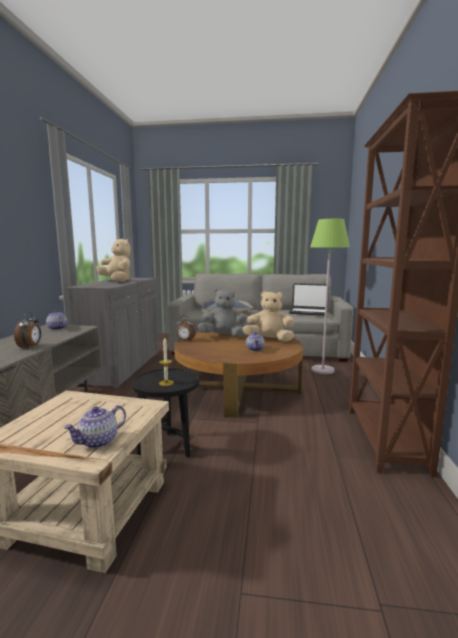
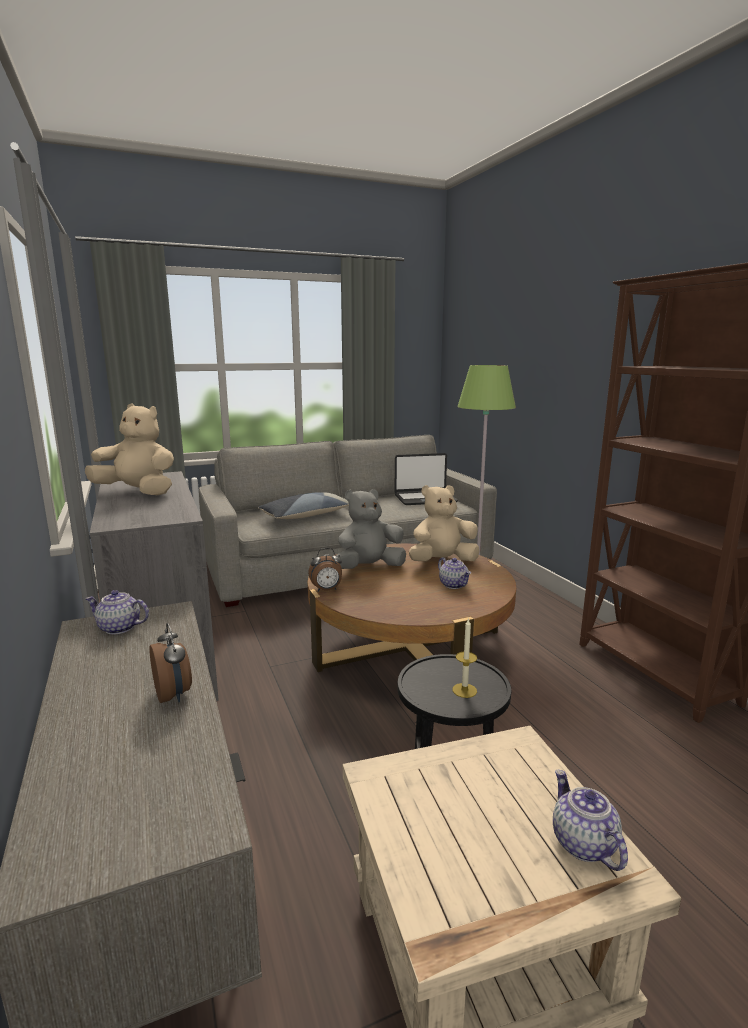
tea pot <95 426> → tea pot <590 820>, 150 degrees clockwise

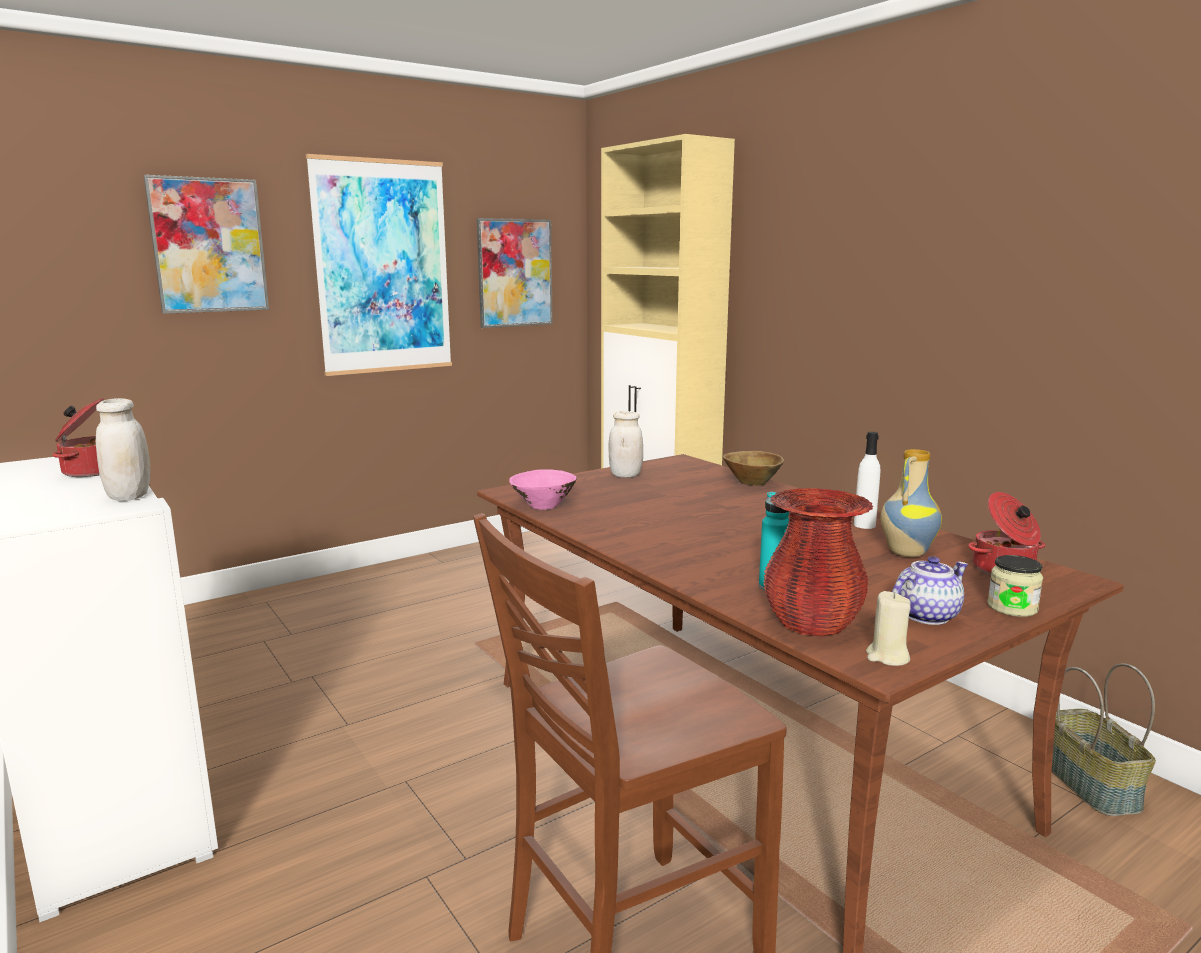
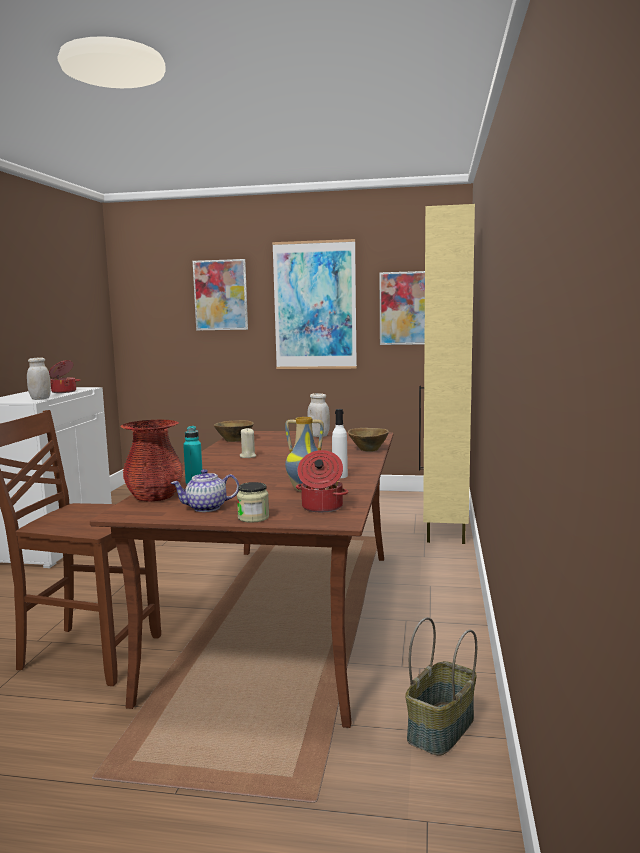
sand-coloured candle <888 628> → sand-coloured candle <247 443>, move
pinkish bowl <543 489> → brown-coloured bowl <234 431>
tea pot <930 590> → tea pot <205 490>, 150 degrees clockwise

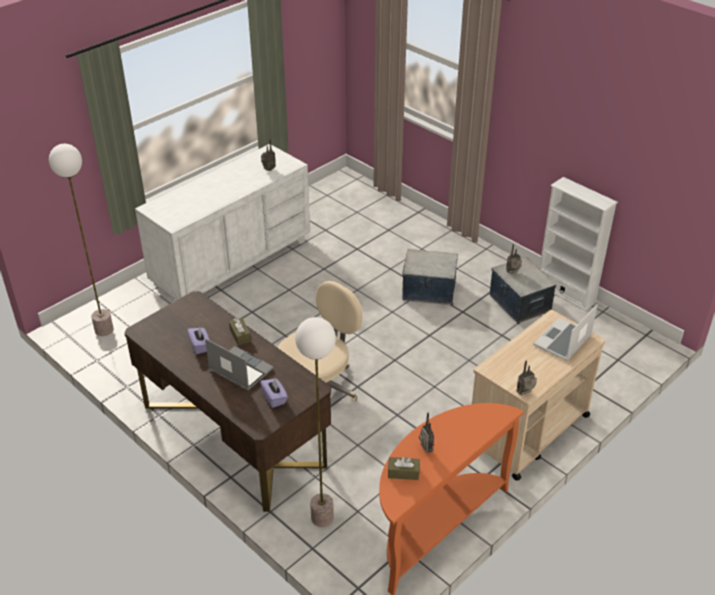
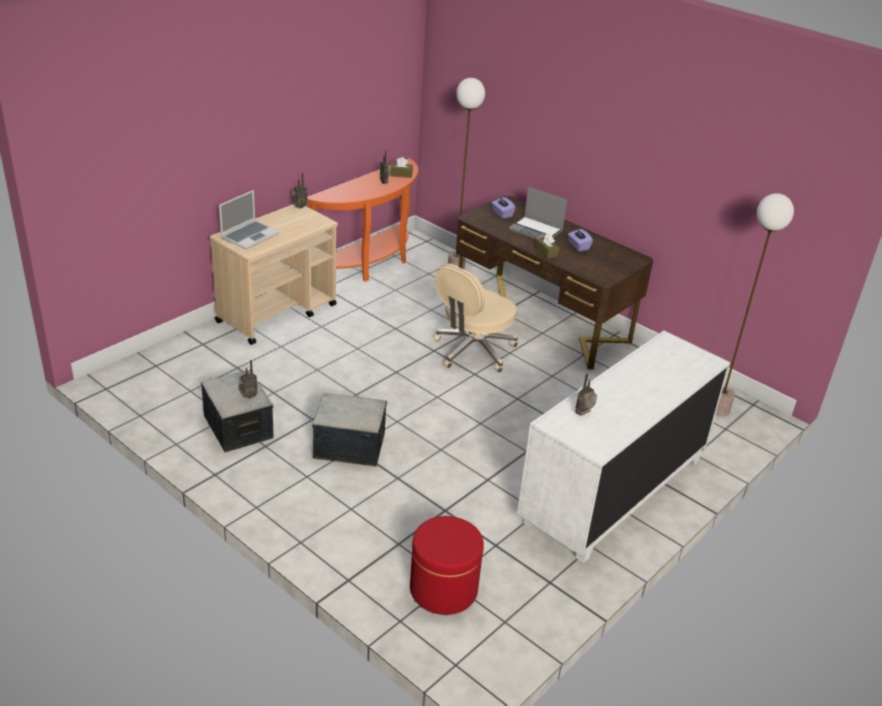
white bookshelf <578 244> → -
- → red-coloured pouffe <447 565>

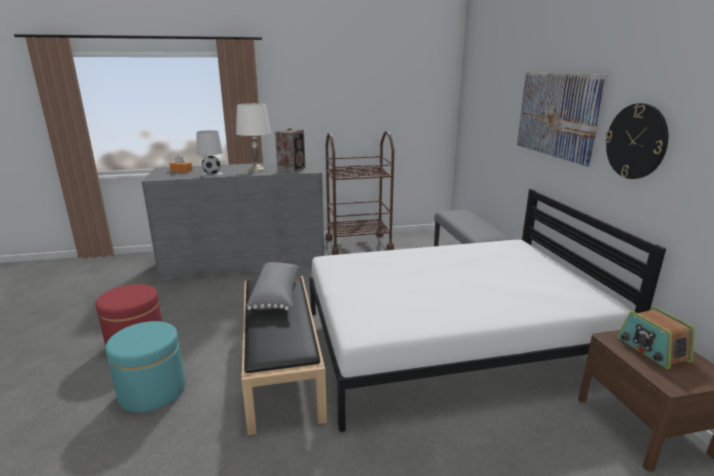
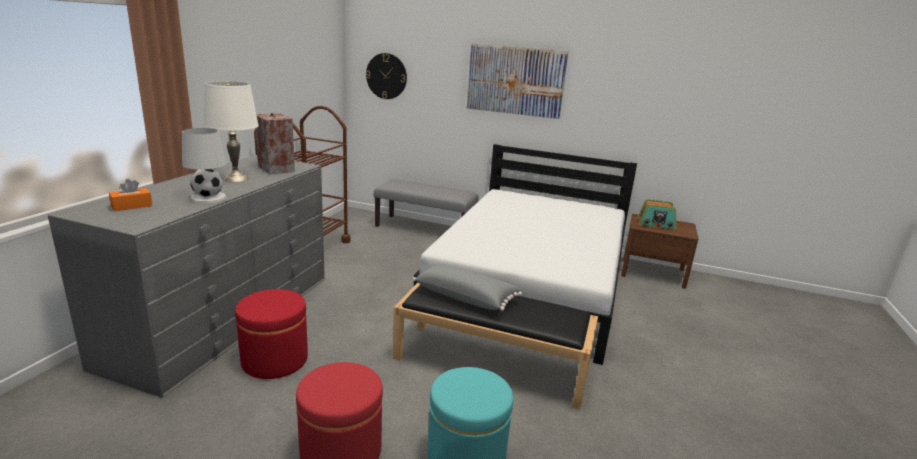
- → red-coloured pouffe <271 334>
clock on the wall <637 141> → clock on the wall <386 76>, move

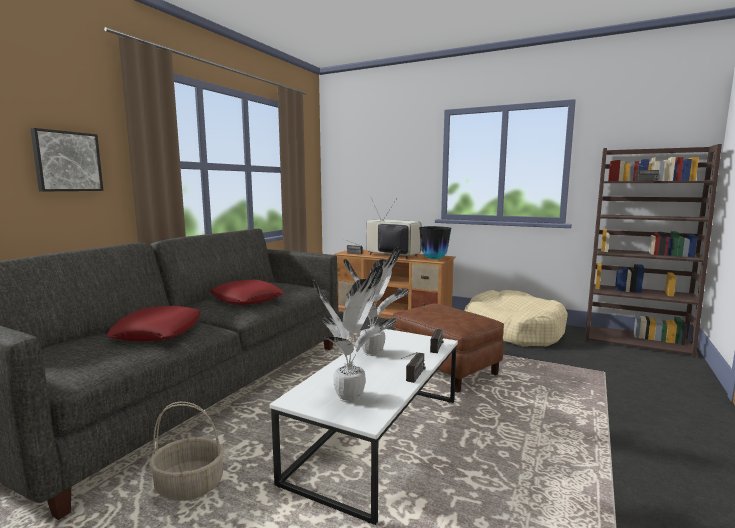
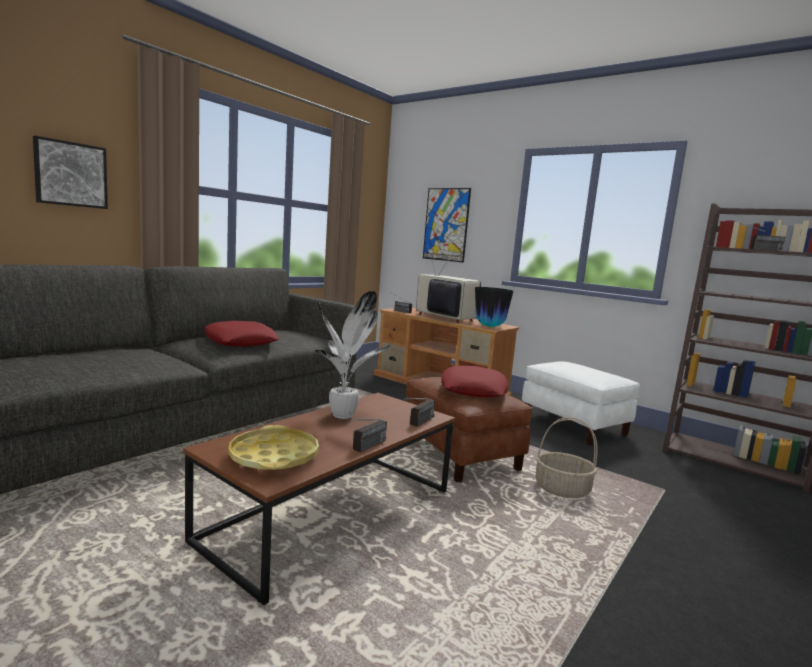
- → wall art <447 225>
red-coloured throw pillow <153 323> → red-coloured throw pillow <474 381>, move
storage basket <186 451> → storage basket <567 457>, move
potted plant <354 334> → yellowish serving tray <273 447>
sand-coloured pet bed <516 318> → white pouffe <581 403>
white low table <364 427> → brown-coloured low table <319 499>

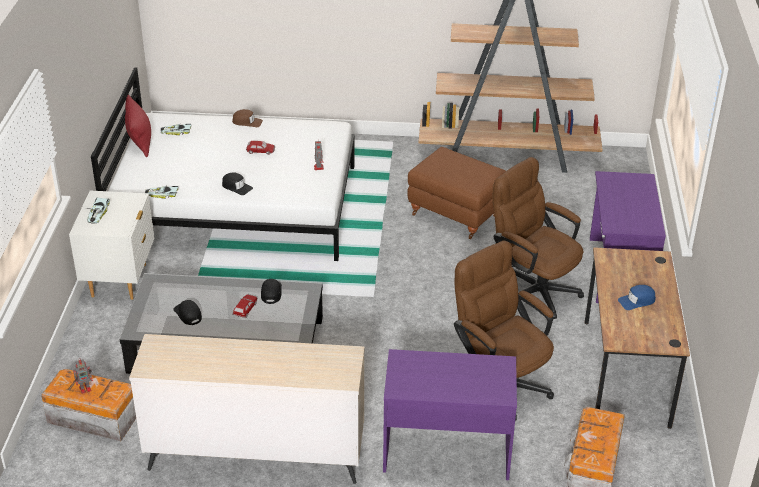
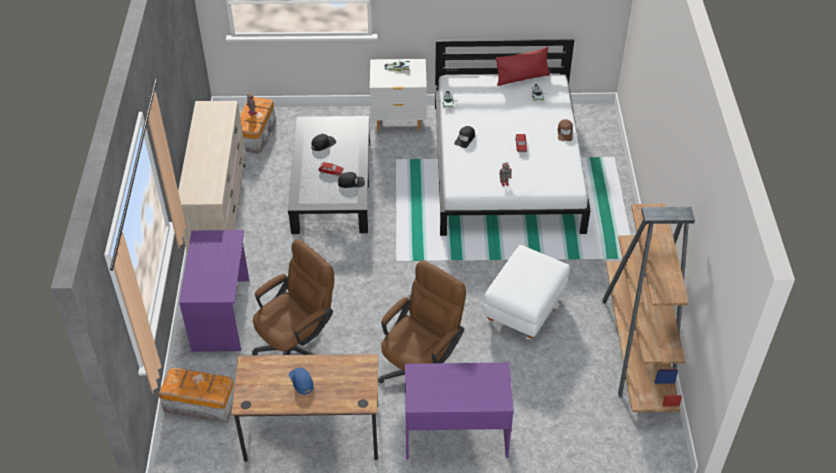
brown-coloured pouffe <456 193> → white pouffe <526 292>

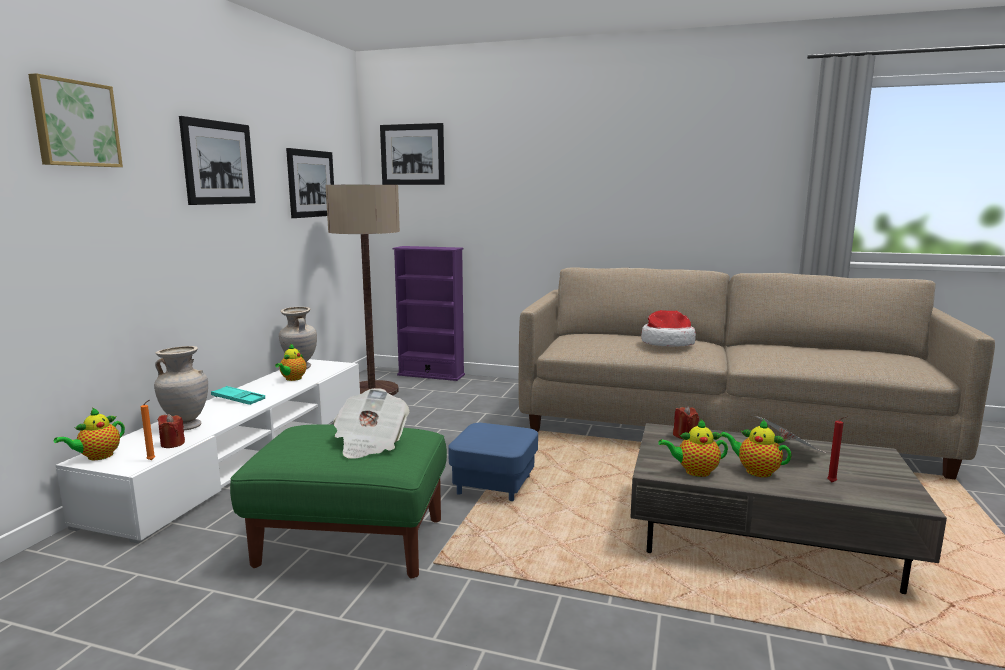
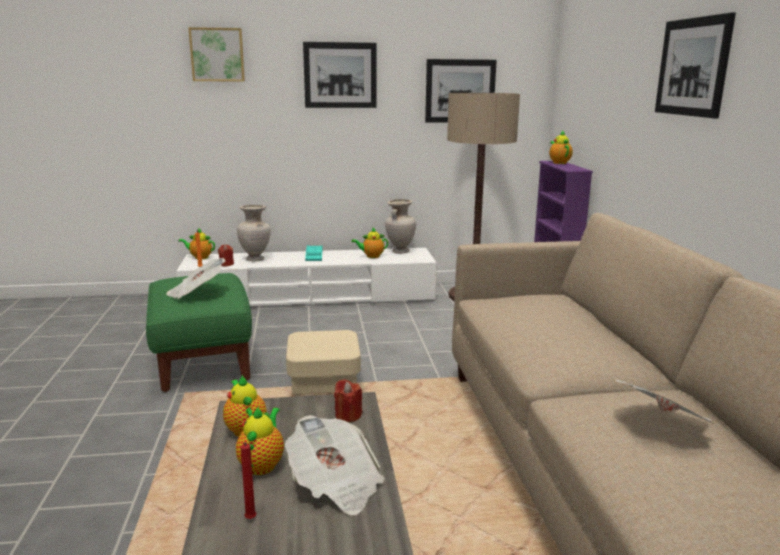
clothing hat <668 328> → -
- → tea pot <561 147>
- → printed paper <665 402>
wall art <412 154> → wall art <695 65>, move
blue pouffe <493 462> → sand-coloured pouffe <323 363>

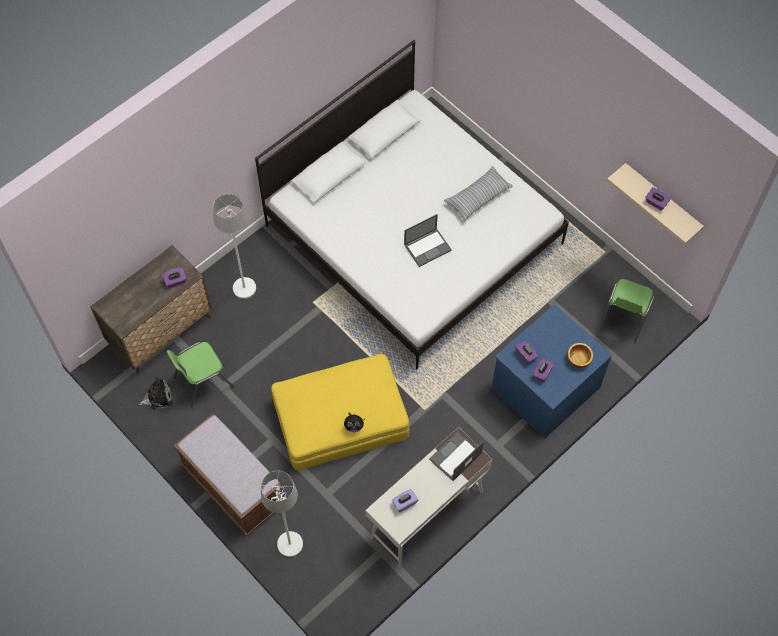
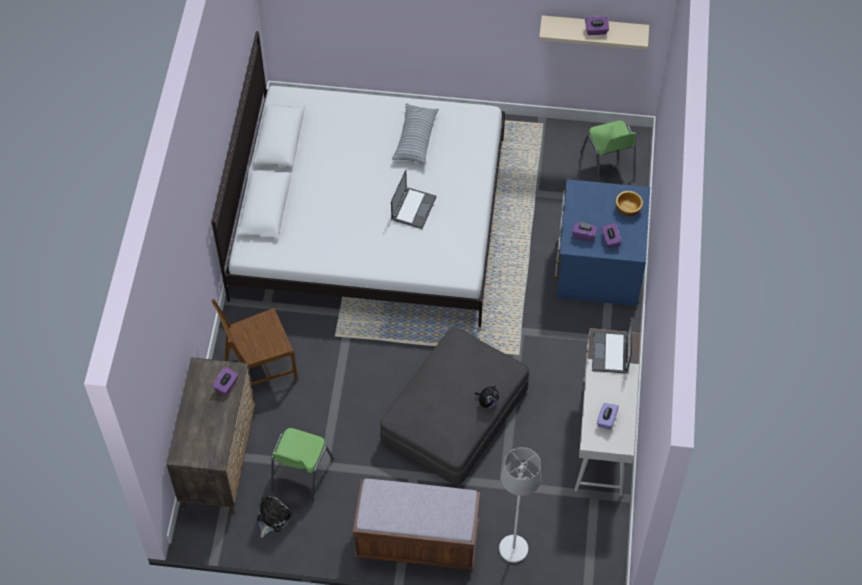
white floor lamp <234 246> → brown-coloured chair <254 342>
yellowish pouffe <340 412> → gray pouffe <454 406>

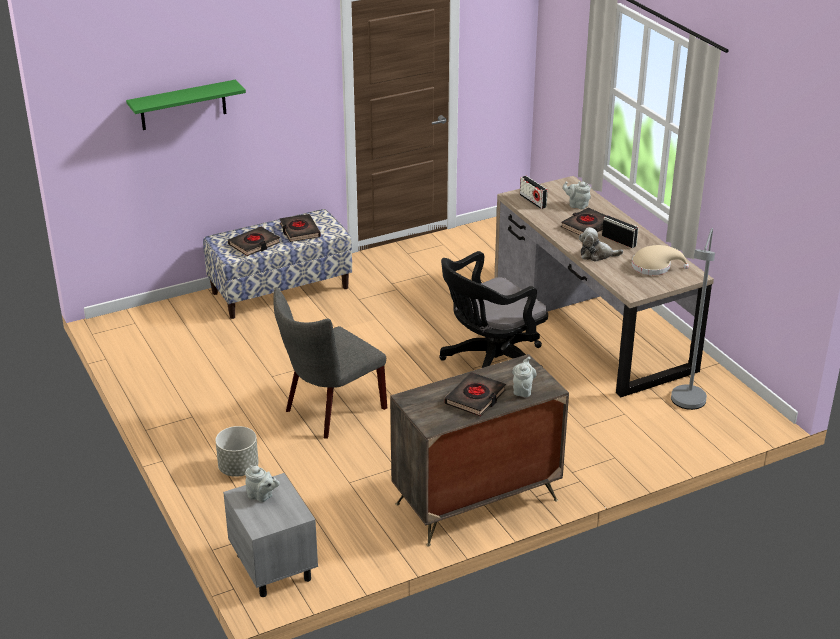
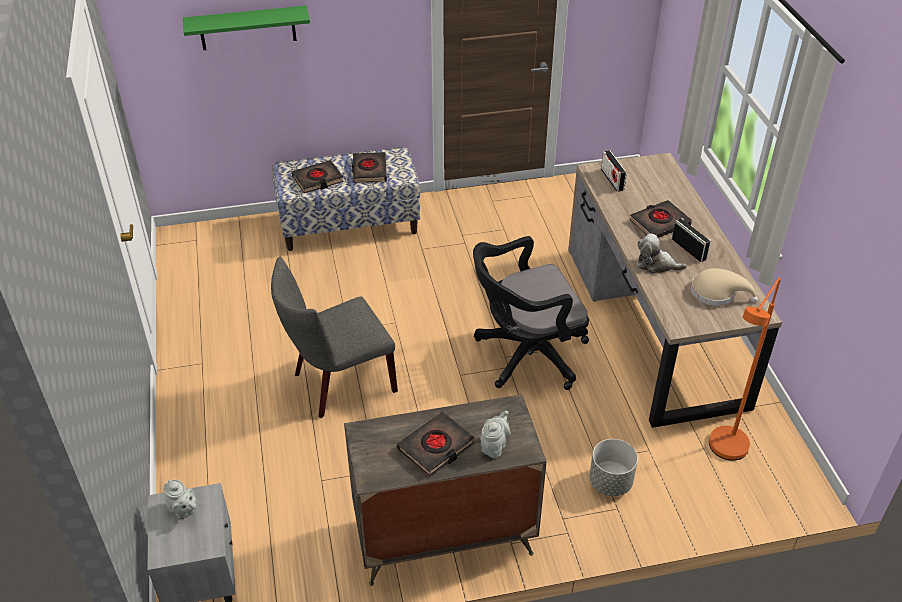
gray tea pot <577 195> → -
gray plant pot <237 451> → gray plant pot <613 467>, move
gray floor lamp <693 319> → orangey floor lamp <745 369>

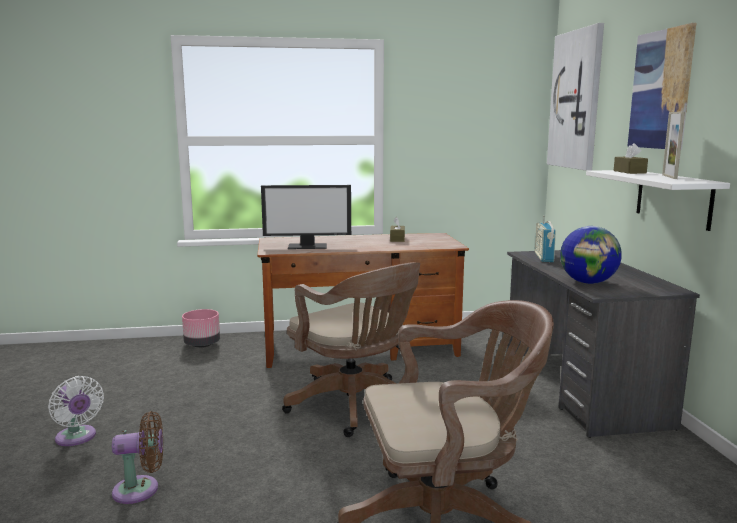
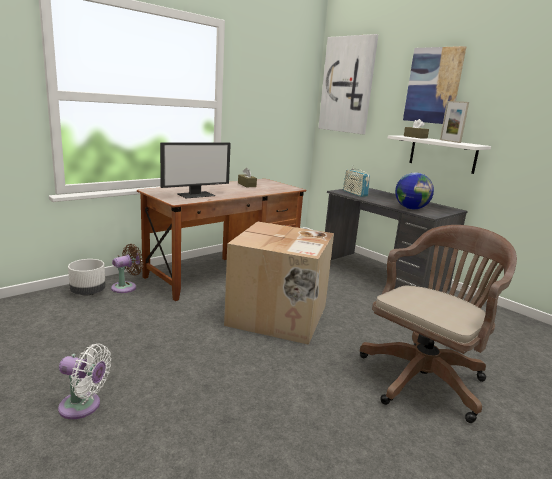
brown-coloured cooling fan <137 457> → brown-coloured cooling fan <127 268>, move
brown-coloured computer chair <351 349> → cardboard box <279 283>
pinkish plant pot <201 328> → white plant pot <87 277>

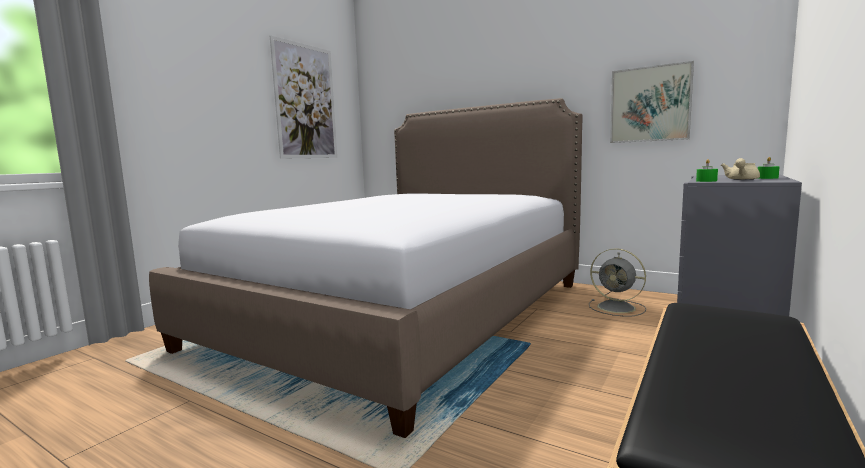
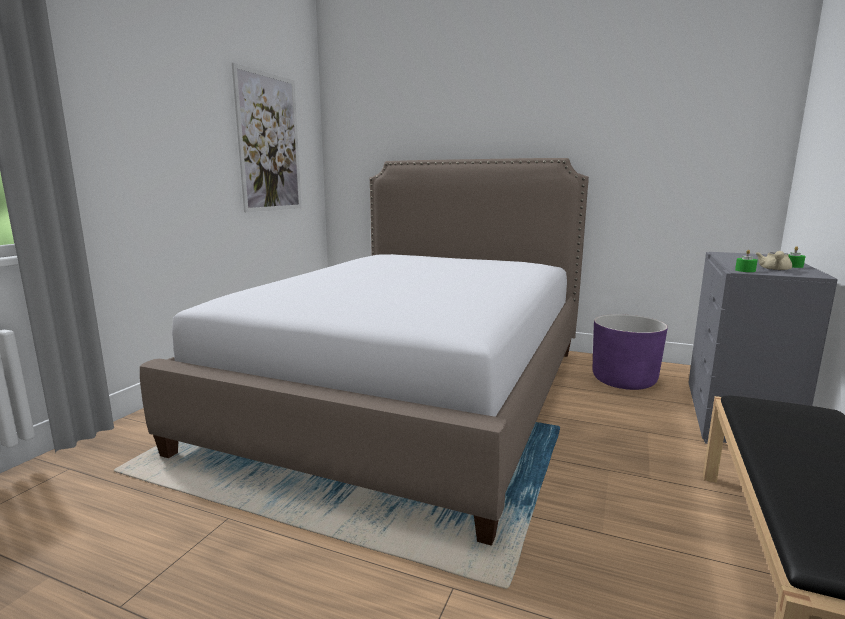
wall art <652 102> → -
gray cooling fan <617 282> → purplish plant pot <630 352>

